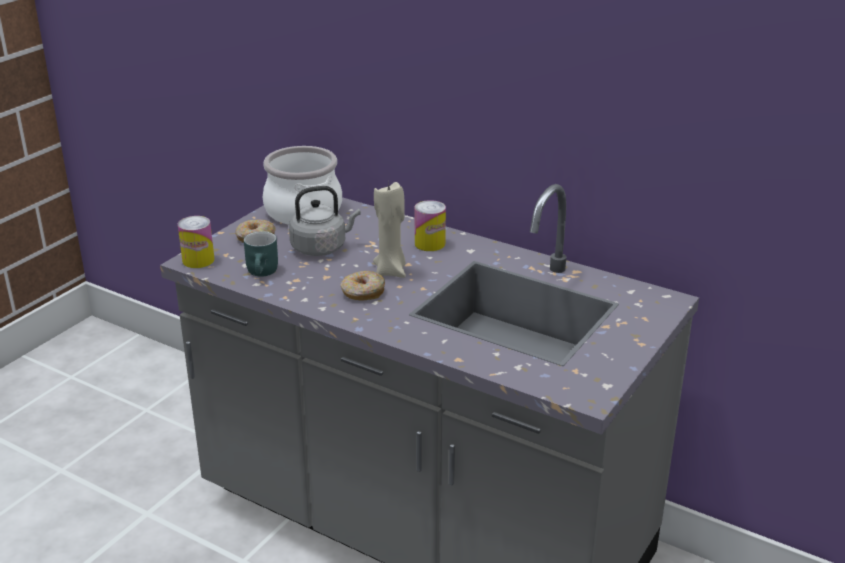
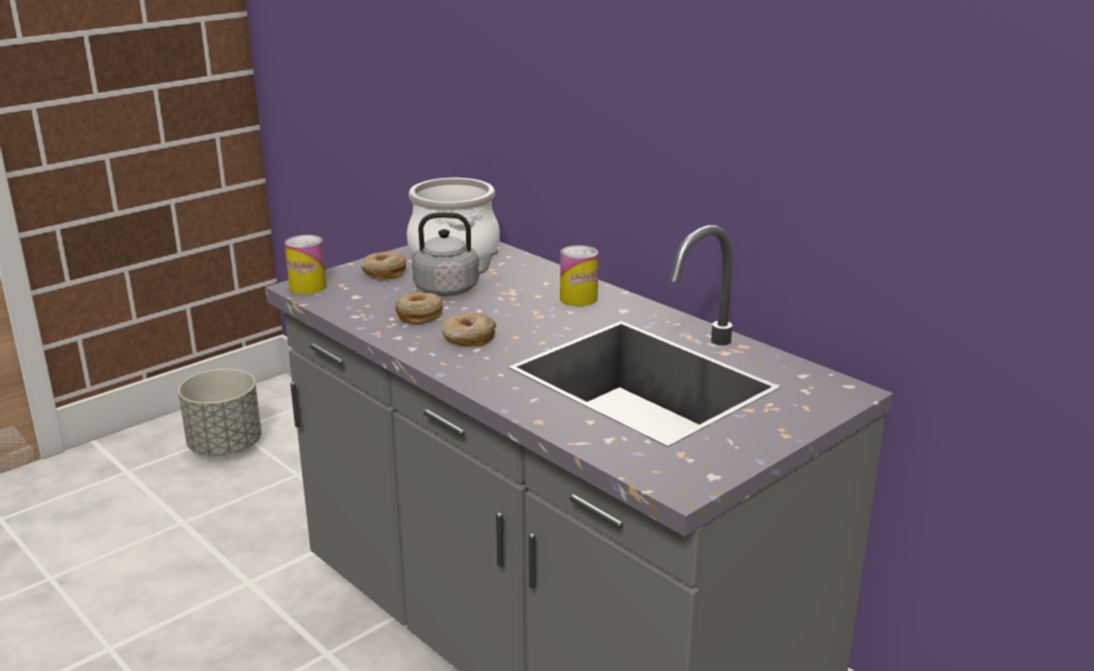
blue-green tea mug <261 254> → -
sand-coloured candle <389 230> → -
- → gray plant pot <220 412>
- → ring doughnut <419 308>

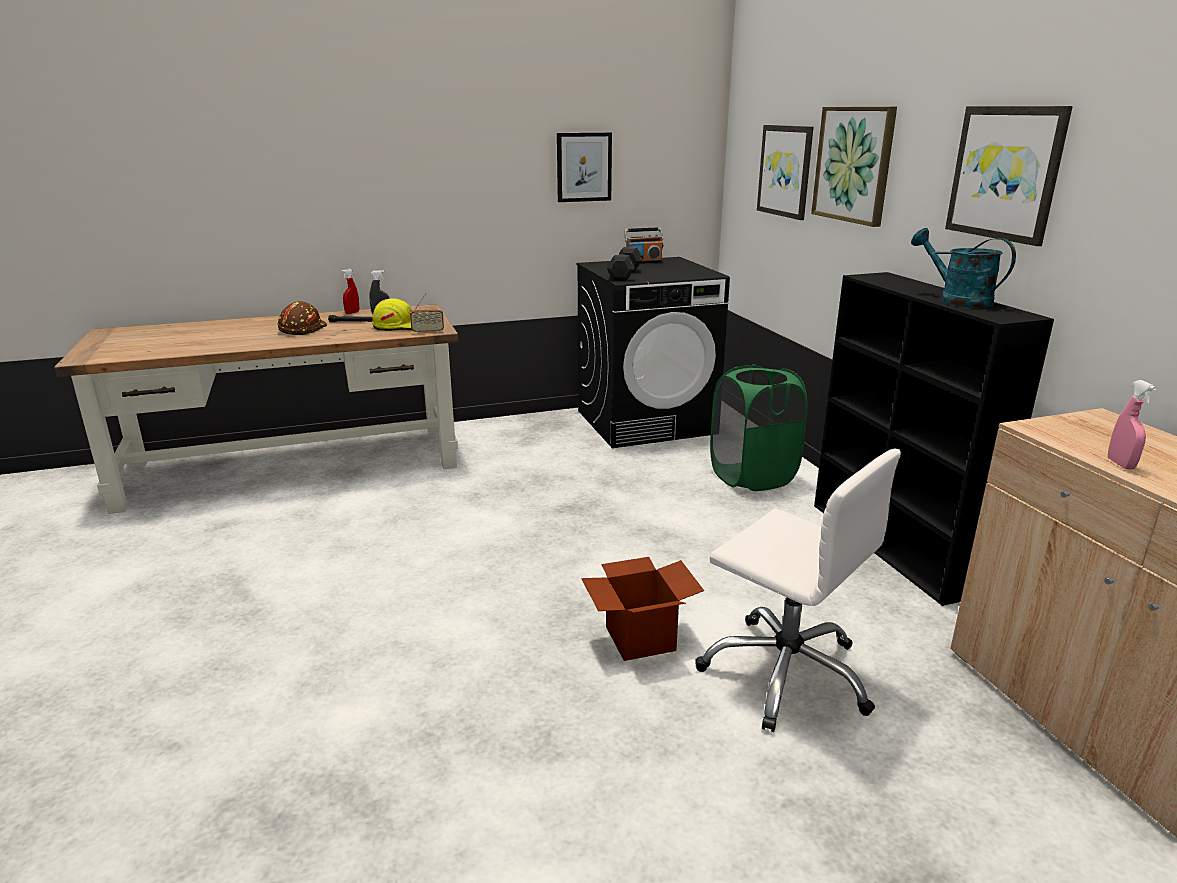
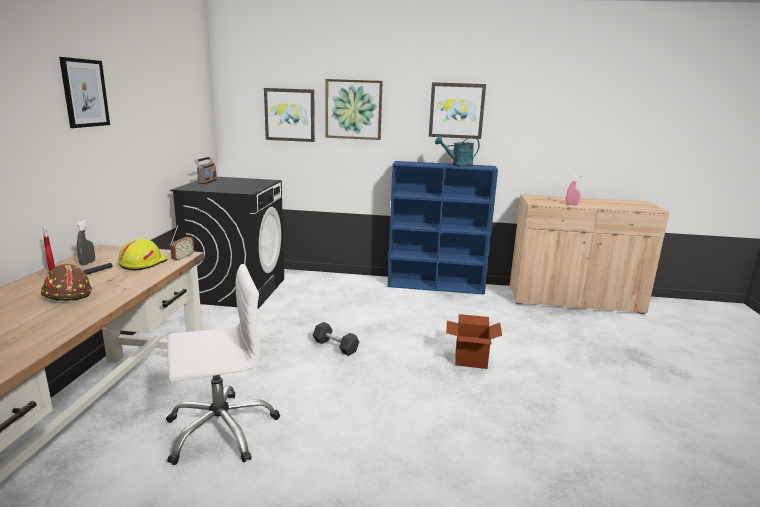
greenish washing basket <758 427> → -
wall art <584 167> → wall art <84 92>, move
gray hand weight <625 264> → gray hand weight <336 339>, move
white computer chair <798 590> → white computer chair <223 364>, move
blackish bookshelf <934 439> → blue bookshelf <442 228>

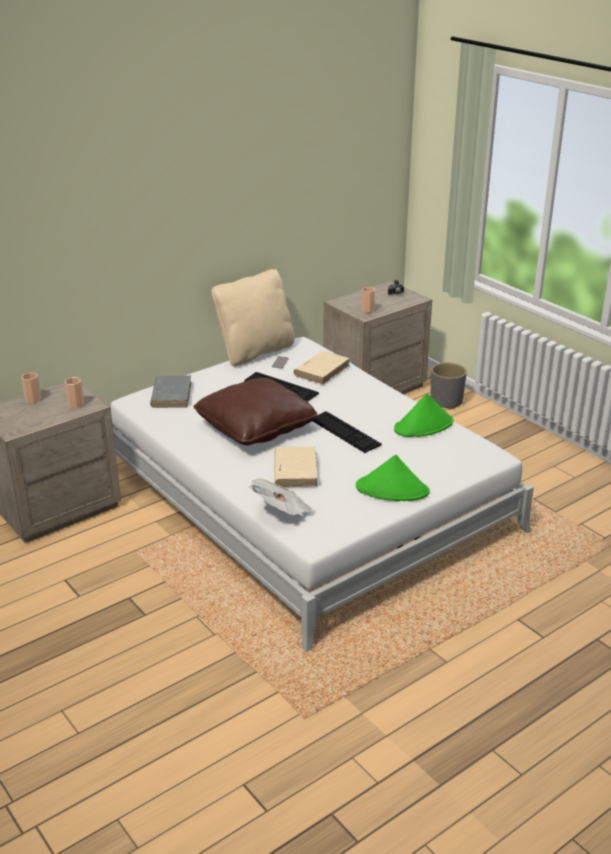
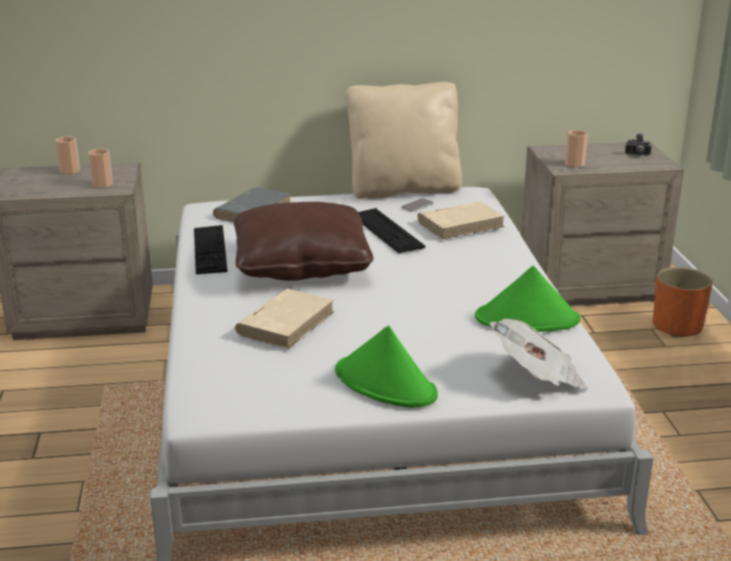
printed paper <282 497> → printed paper <539 354>, move
keyboard <347 432> → keyboard <211 249>, move
gray plant pot <448 386> → orangey plant pot <683 302>

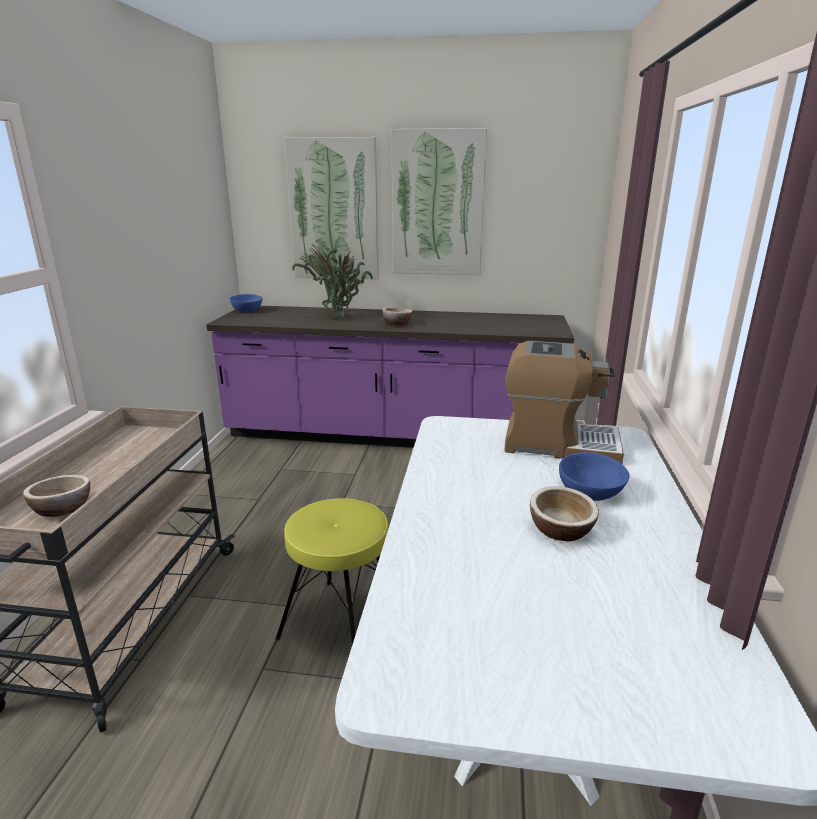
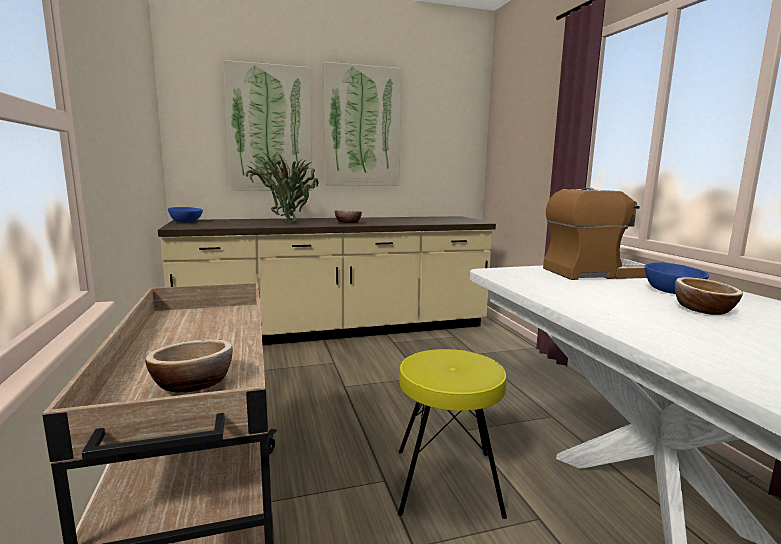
purplish kitchen counter <390 377> → sand-coloured kitchen counter <327 280>

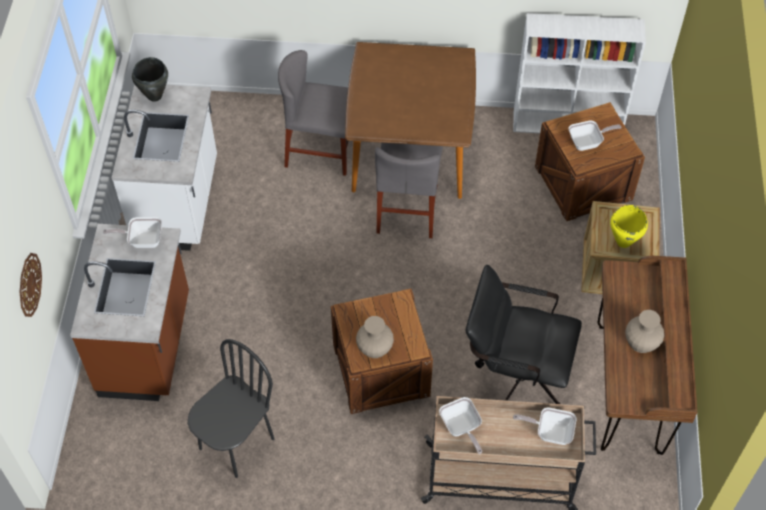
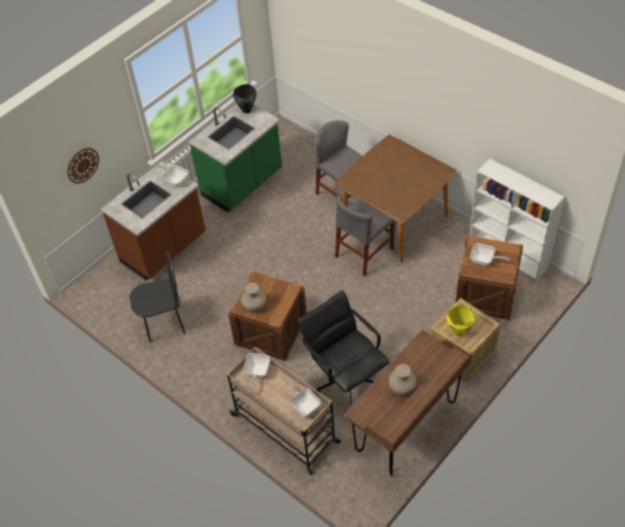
white kitchen counter <164 167> → greenish kitchen counter <235 158>

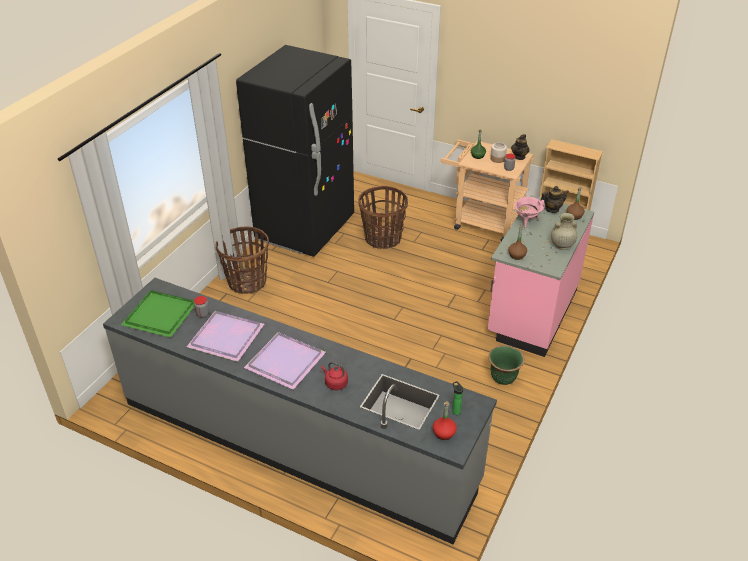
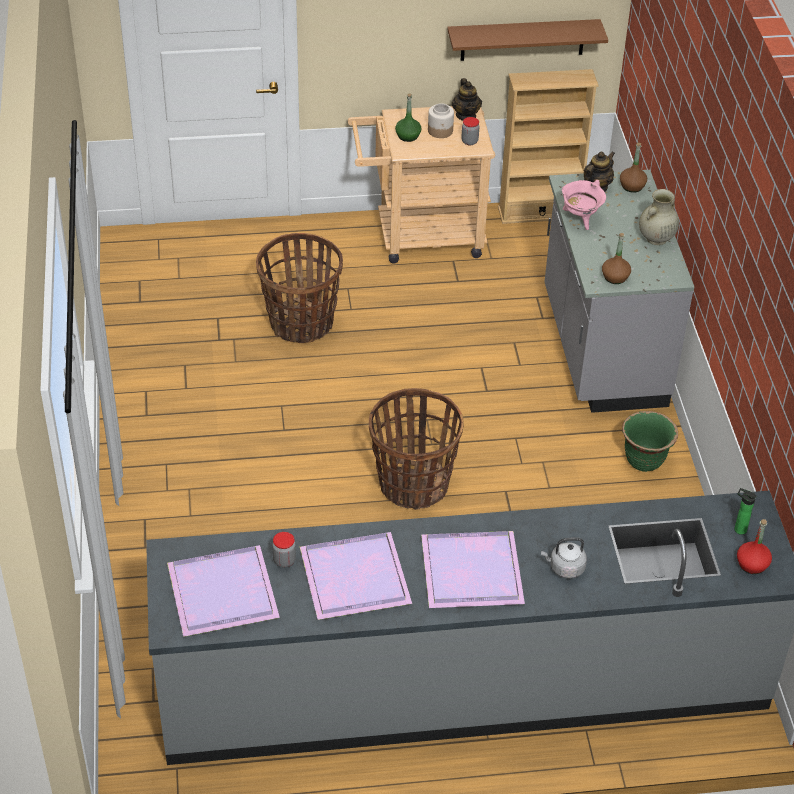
blackish kitchen fridge <295 151> → -
- → brown-coloured wall shelf <527 40>
storage basket <242 260> → storage basket <416 449>, move
greenish serving tray <158 314> → purplish serving tray <223 591>
red-coloured tea kettle <334 376> → gray tea kettle <564 558>
pinkish kitchen counter <541 276> → gray kitchen counter <619 291>

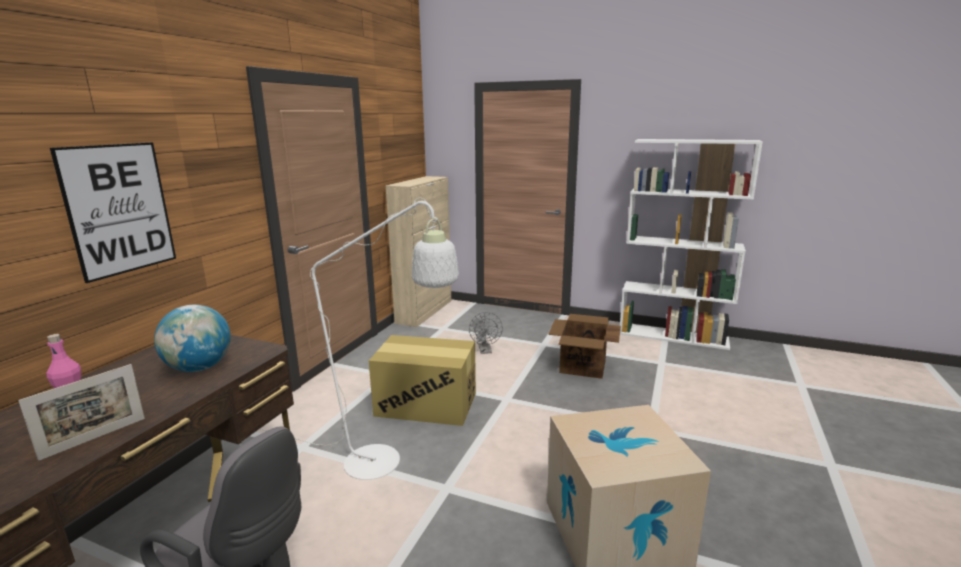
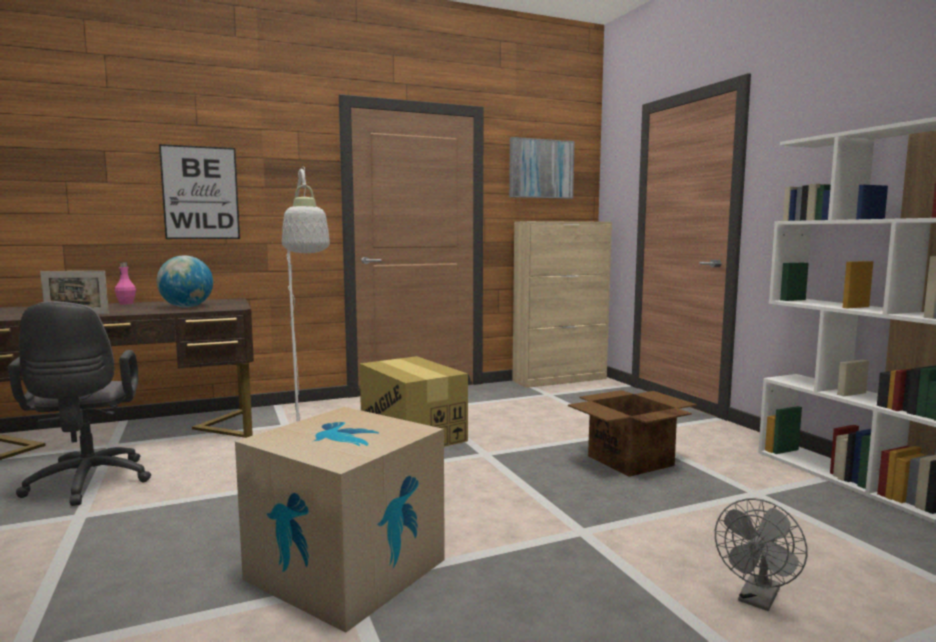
- → wall art <542 168>
gray cooling fan <486 333> → gray cooling fan <761 554>, move

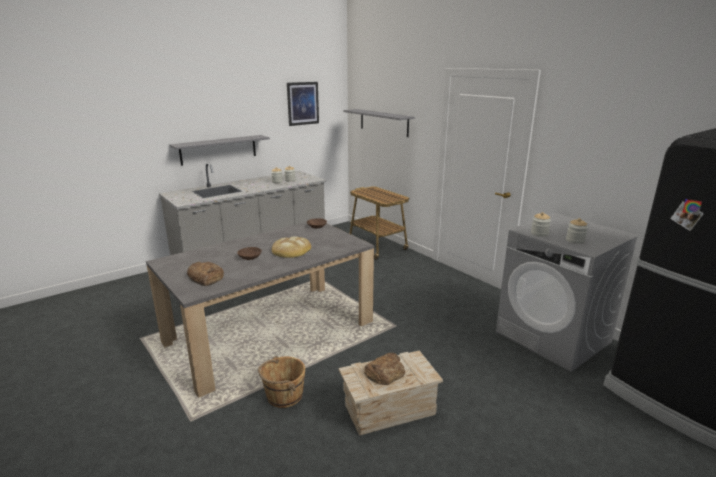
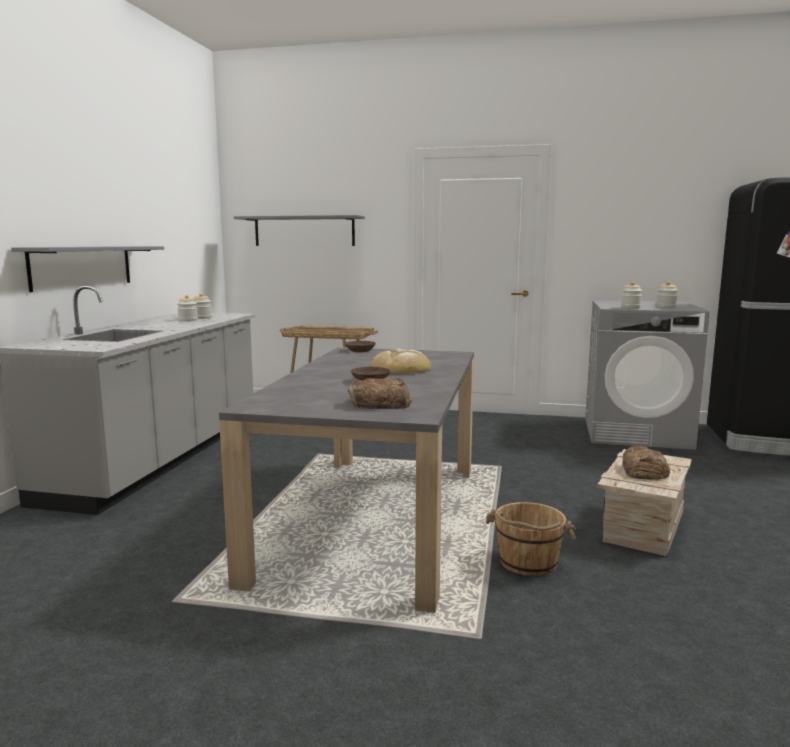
wall art <303 104> → -

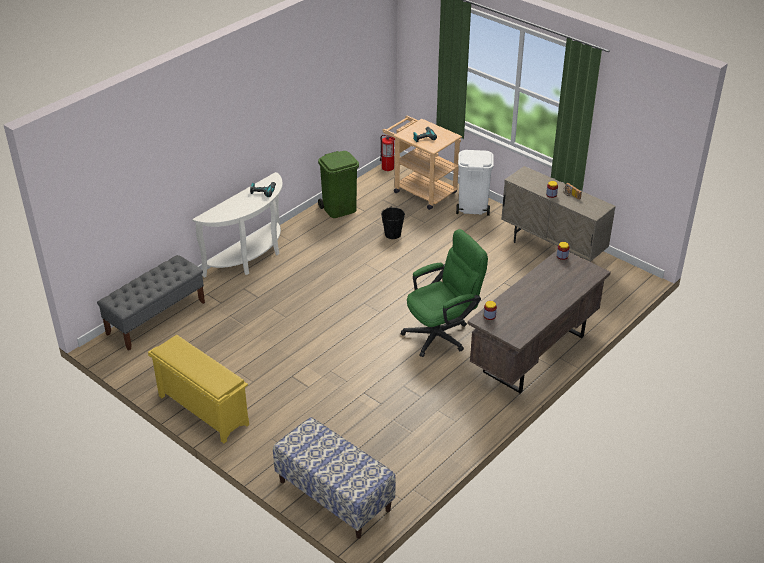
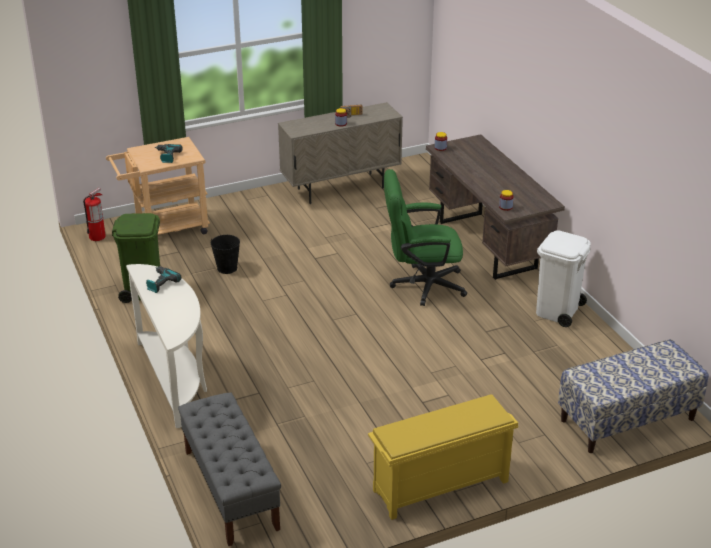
white trash can <475 183> → white trash can <563 279>, move
greenish computer chair <444 293> → greenish computer chair <425 237>, 90 degrees counterclockwise

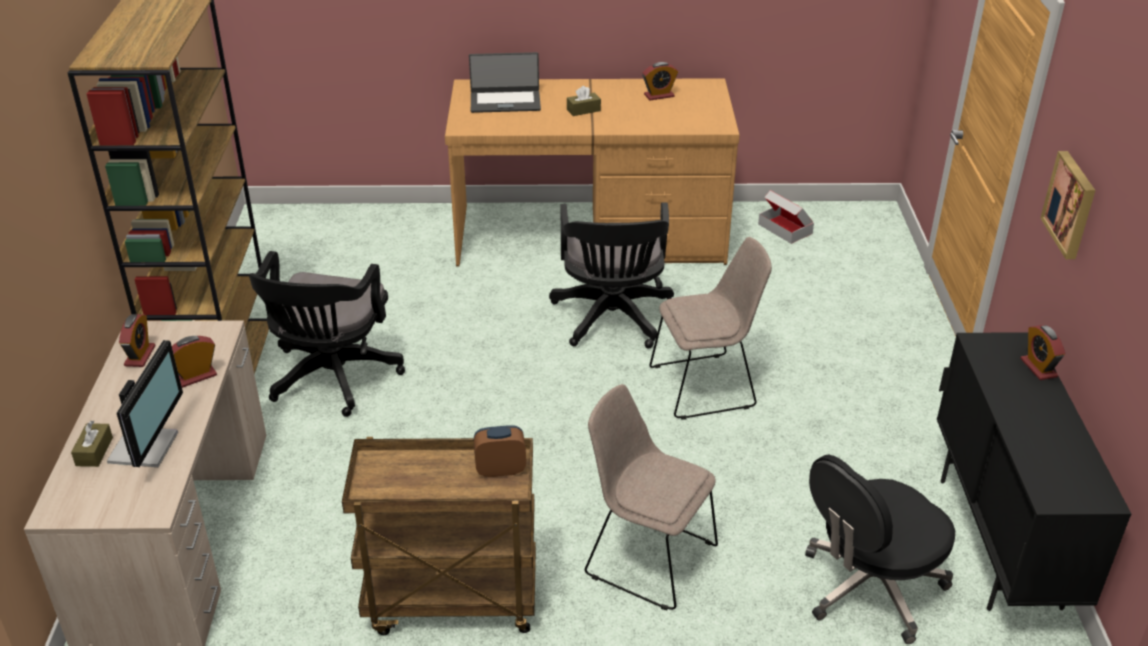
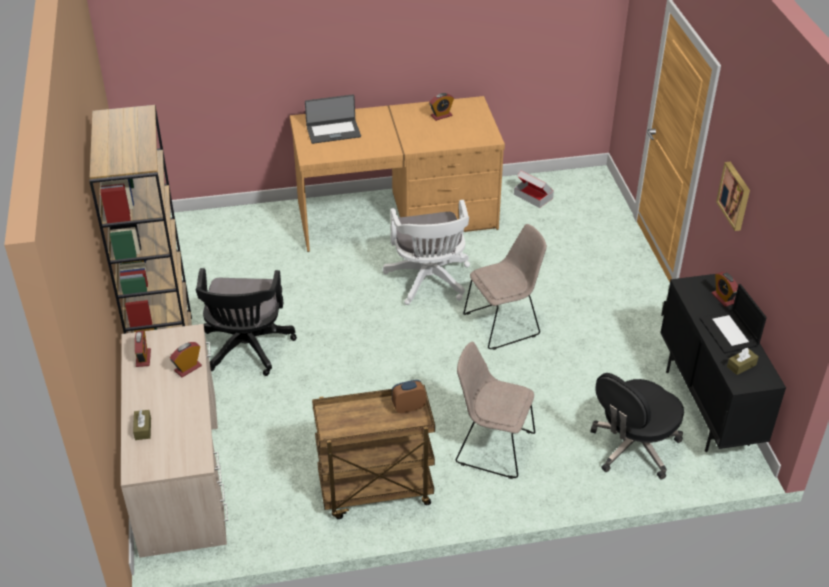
monitor <145 403> → -
- → portable computer <733 319>
brown-coloured box of tissues <584 101> → brown-coloured box of tissues <742 361>, move
blackish computer chair <611 275> → white computer chair <426 252>

